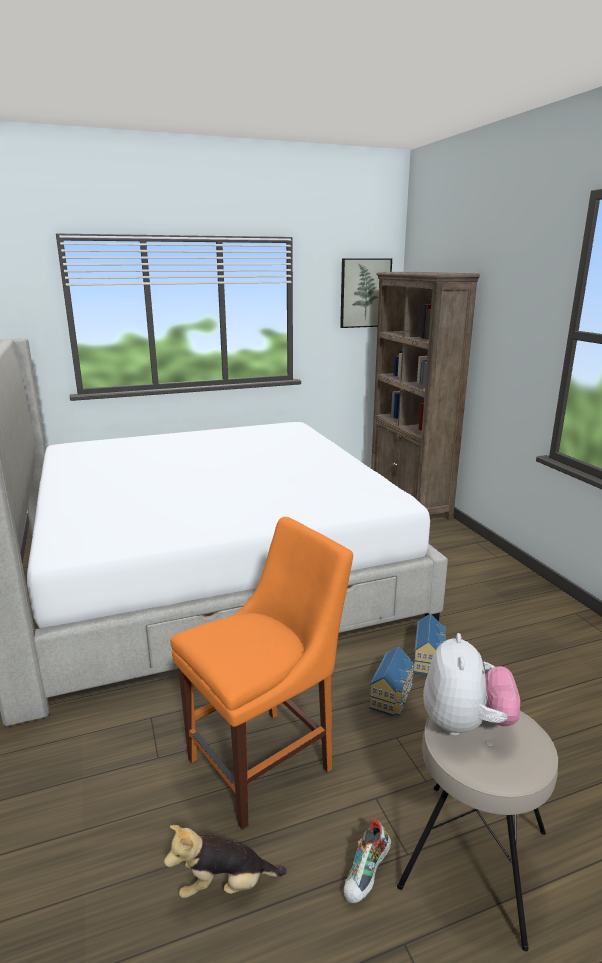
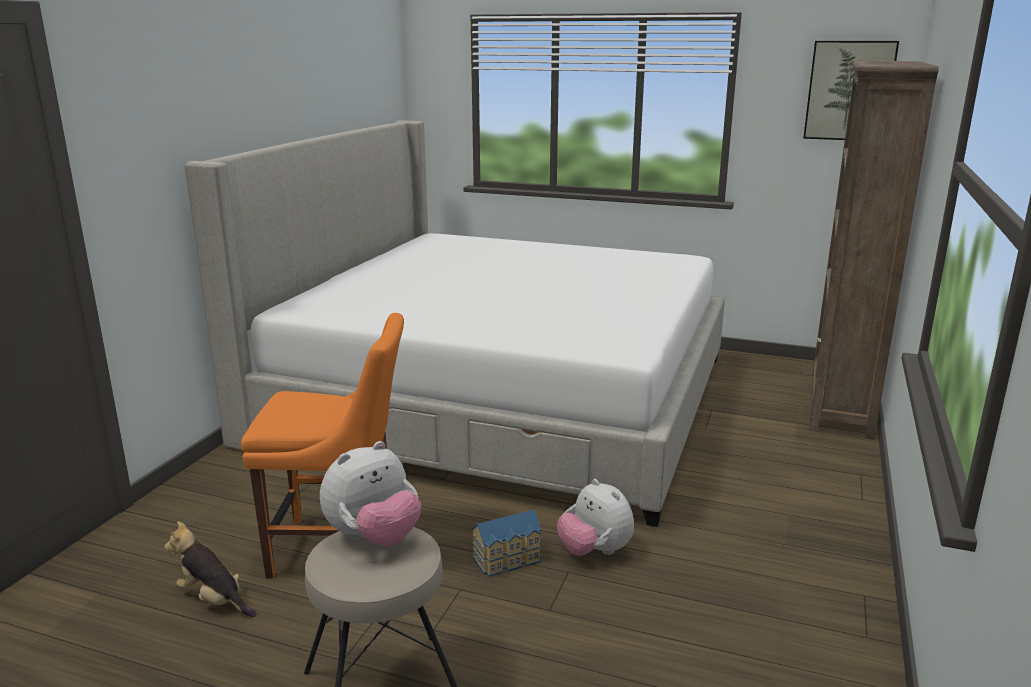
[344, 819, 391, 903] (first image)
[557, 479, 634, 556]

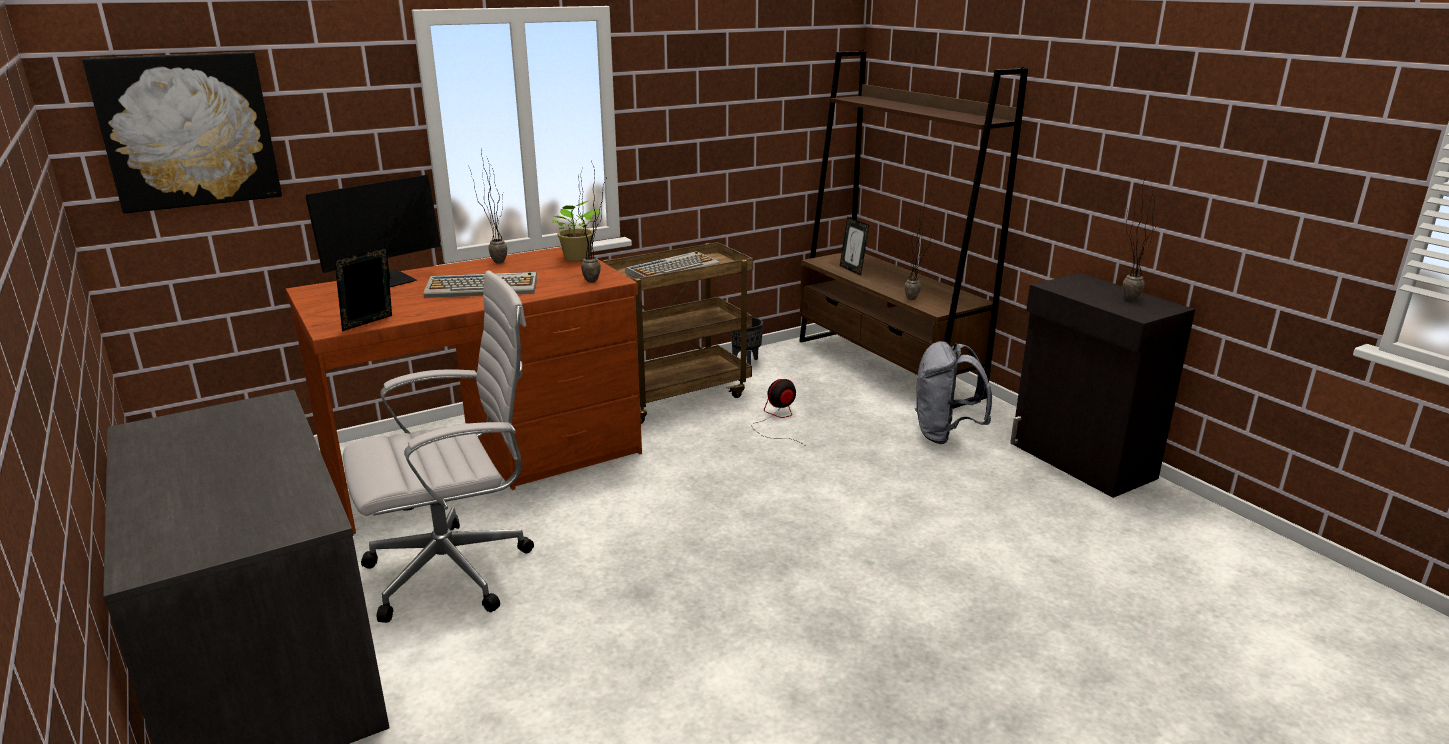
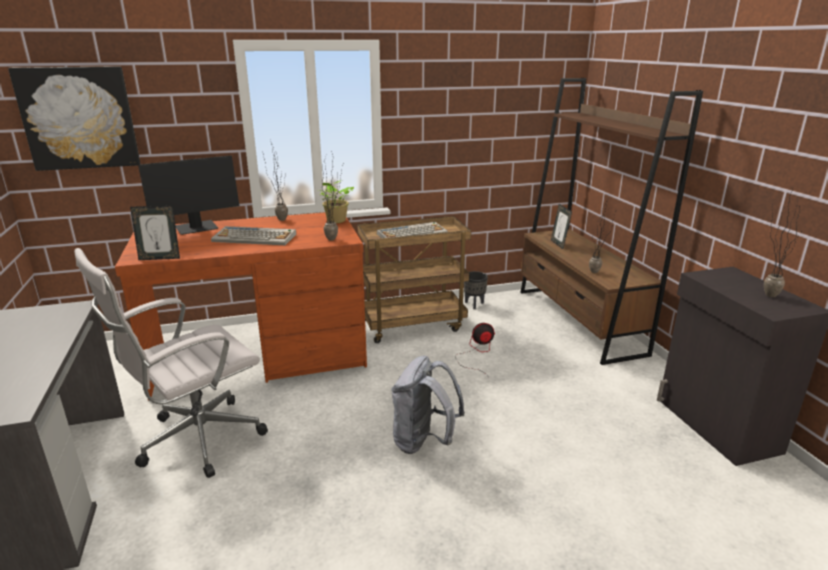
[130, 205, 180, 260]
[74, 248, 268, 478]
[391, 355, 465, 454]

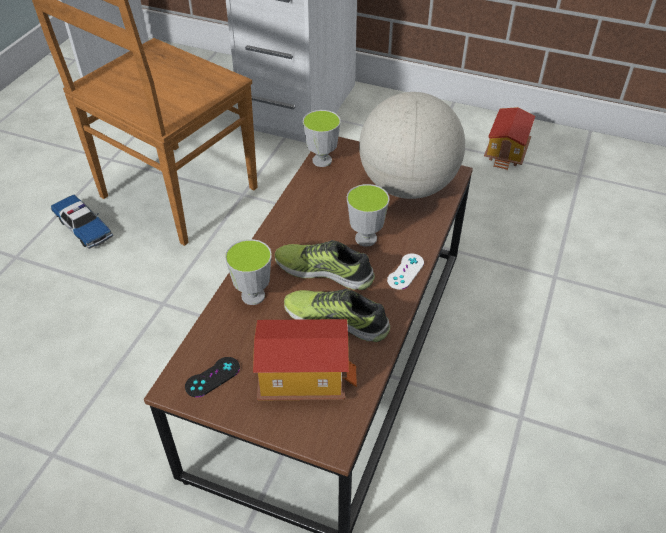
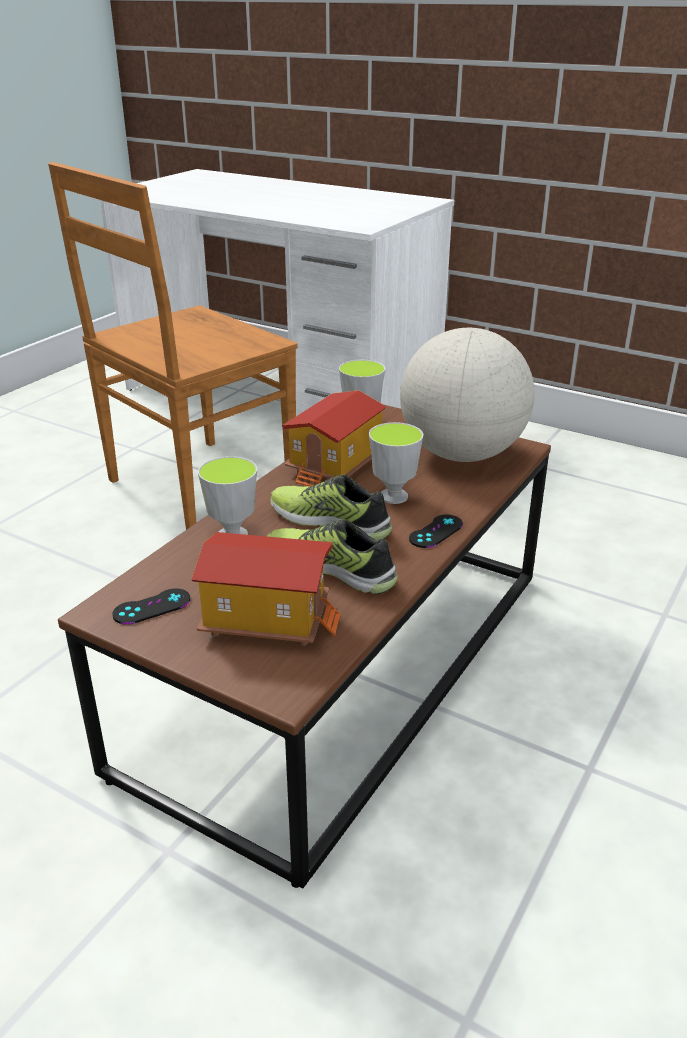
[51, 195, 113, 249] (first image)
[409, 515, 463, 548]
[282, 390, 386, 486]

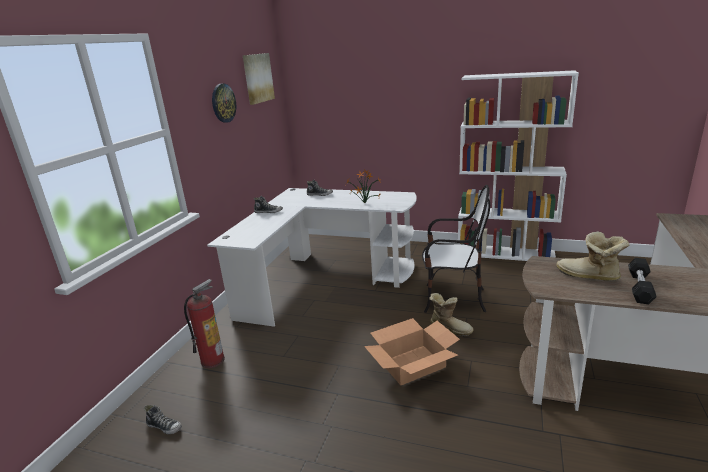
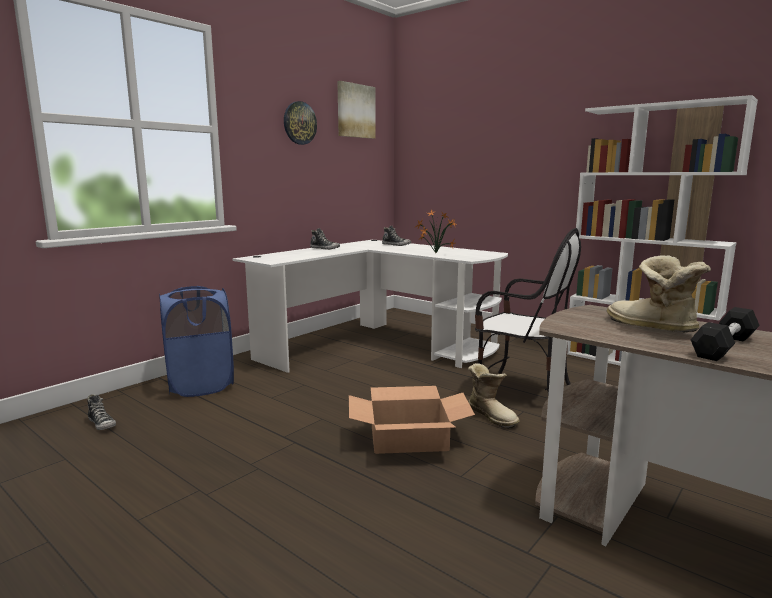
[159, 286, 234, 397]

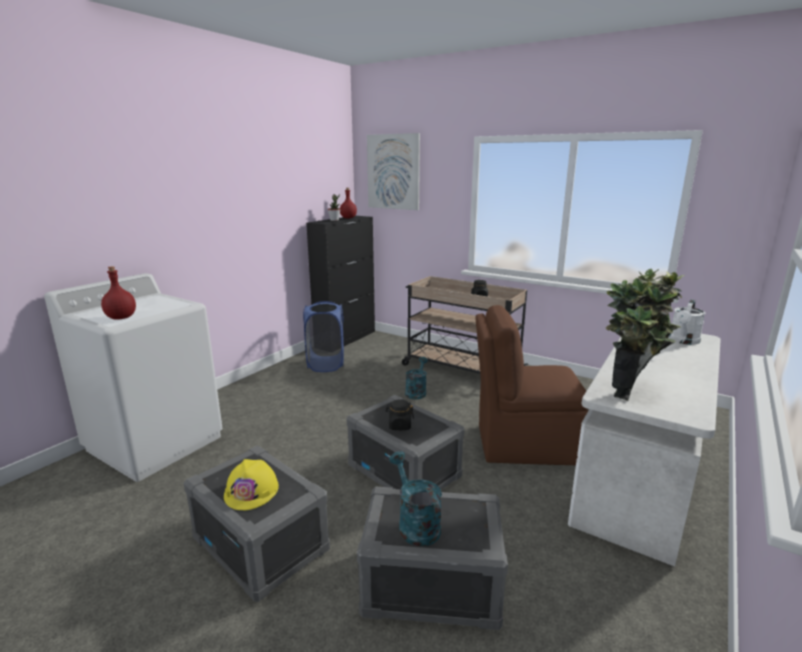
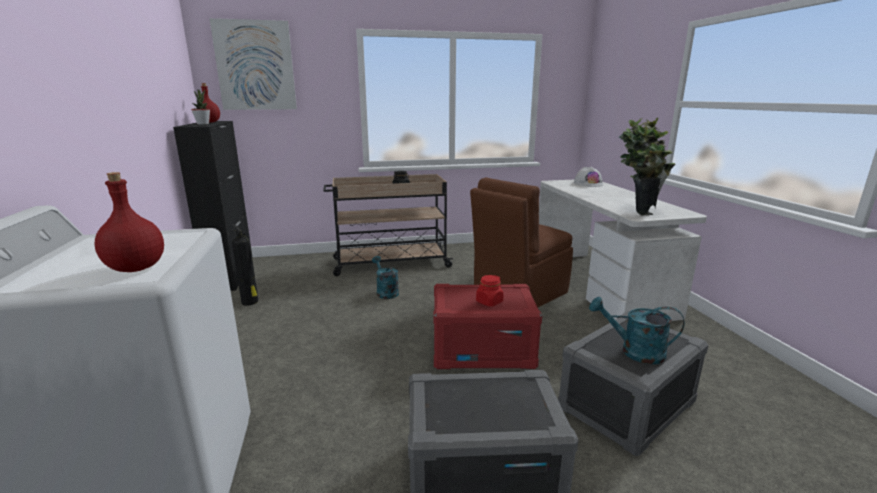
[224, 459, 279, 510] (first image)
[230, 224, 258, 306]
[433, 284, 542, 369]
[476, 275, 504, 306]
[573, 167, 604, 187]

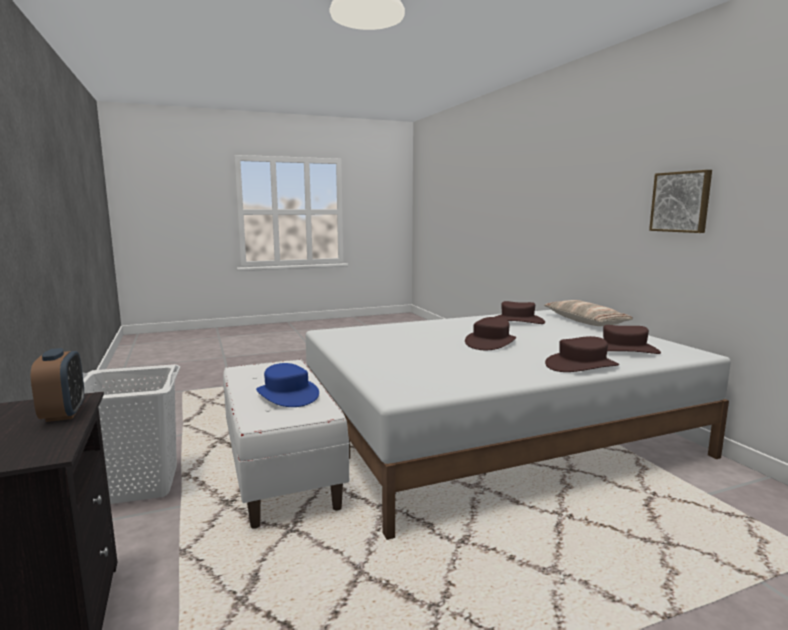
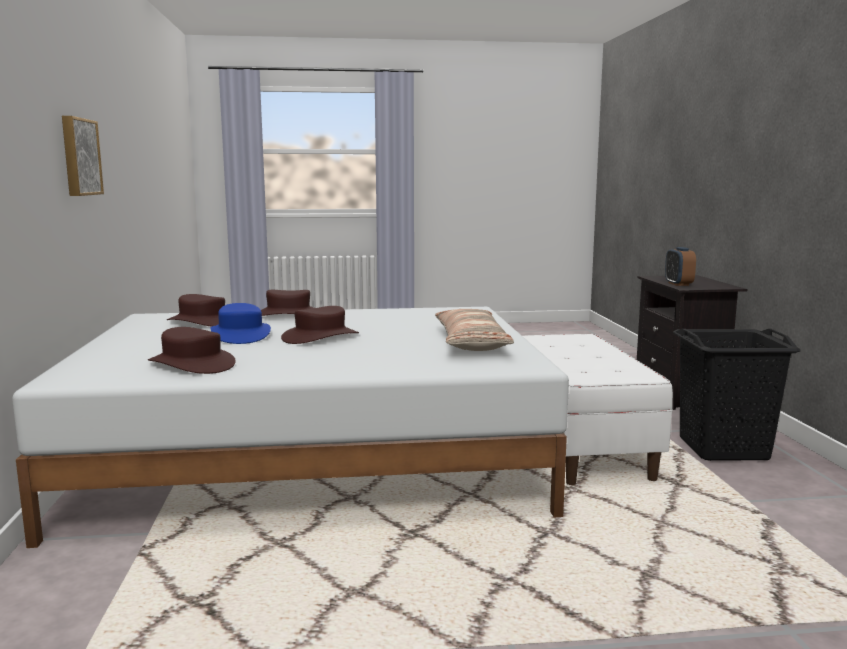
[673, 328, 801, 461]
[211, 303, 271, 344]
[435, 309, 514, 351]

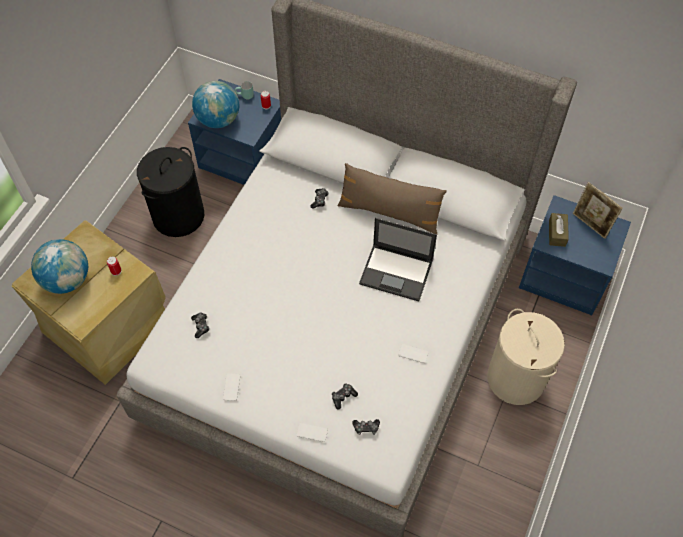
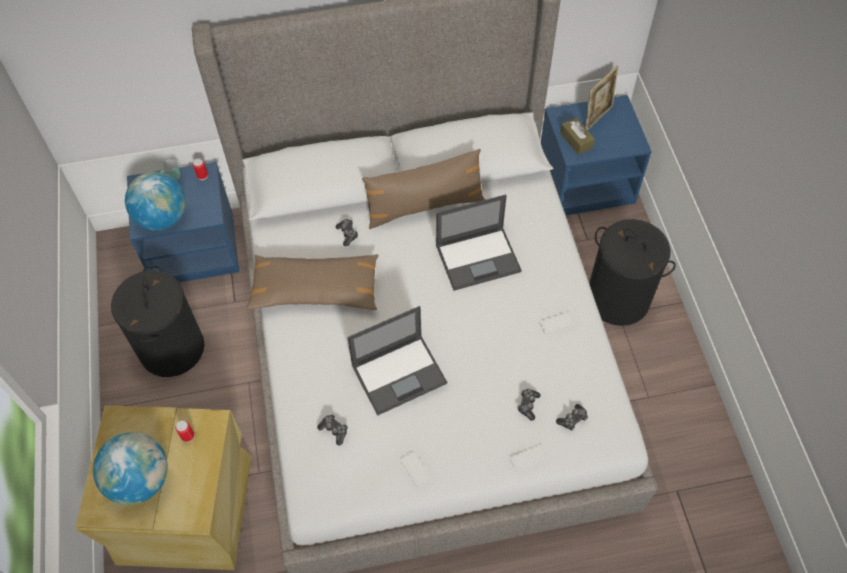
[589, 219, 676, 326]
[586, 66, 618, 130]
[246, 254, 379, 310]
[347, 306, 447, 415]

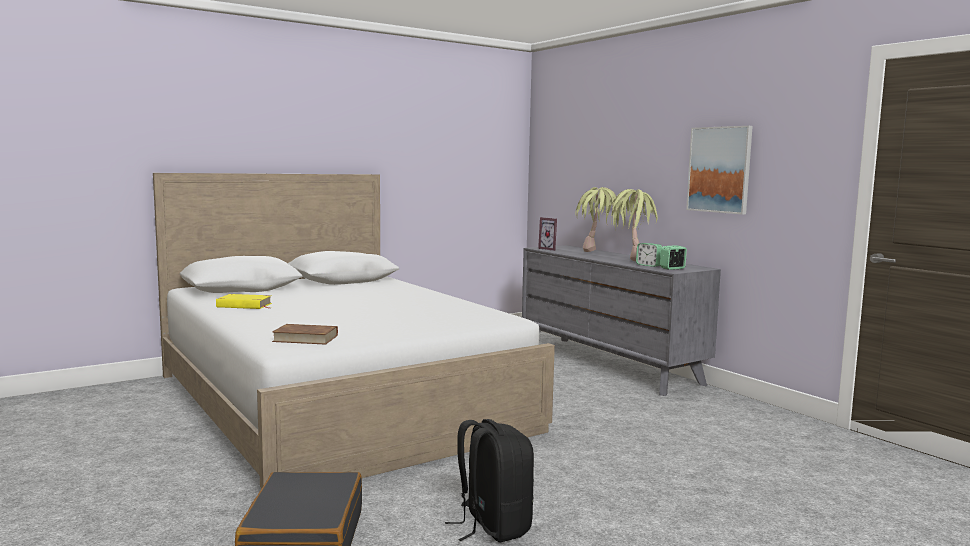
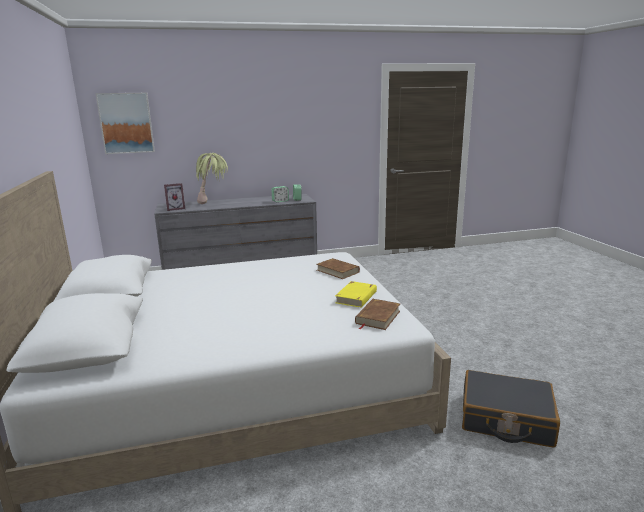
[335, 281, 377, 308]
[445, 419, 534, 542] (first image)
[610, 189, 658, 261] (first image)
[95, 93, 155, 154]
[317, 258, 360, 279]

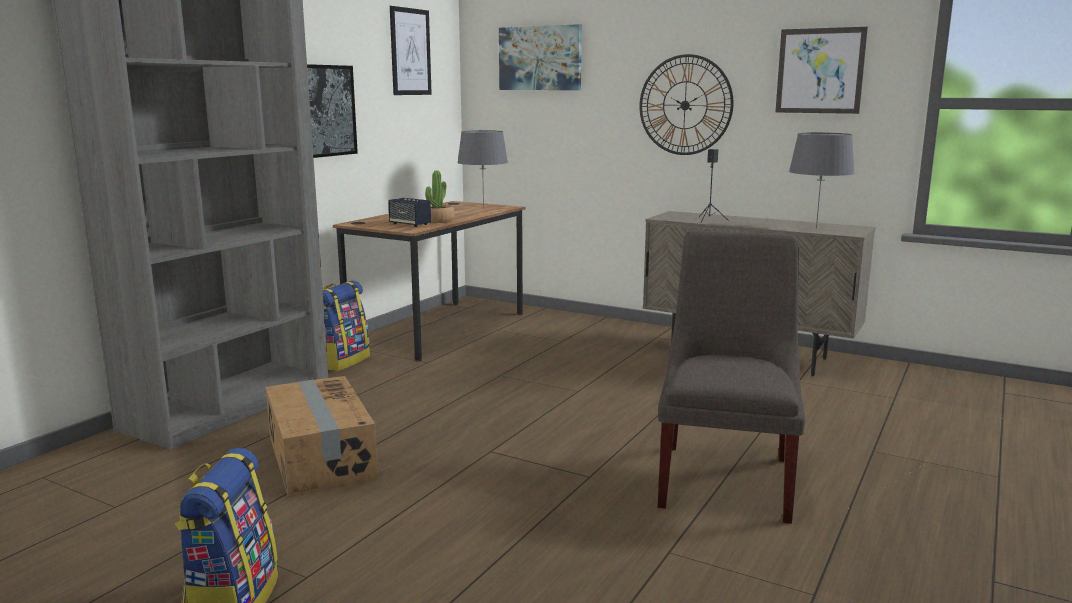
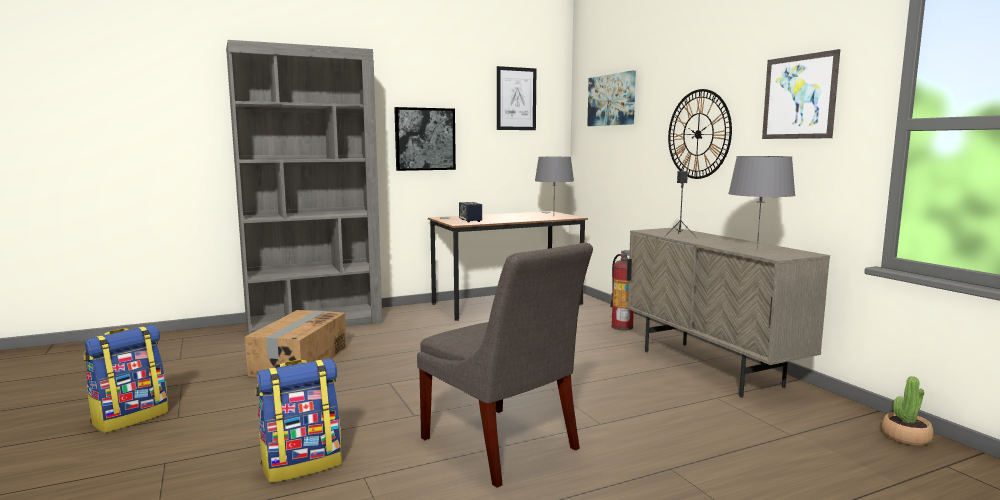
[256, 358, 342, 483]
[882, 376, 934, 446]
[417, 243, 593, 488]
[610, 250, 634, 330]

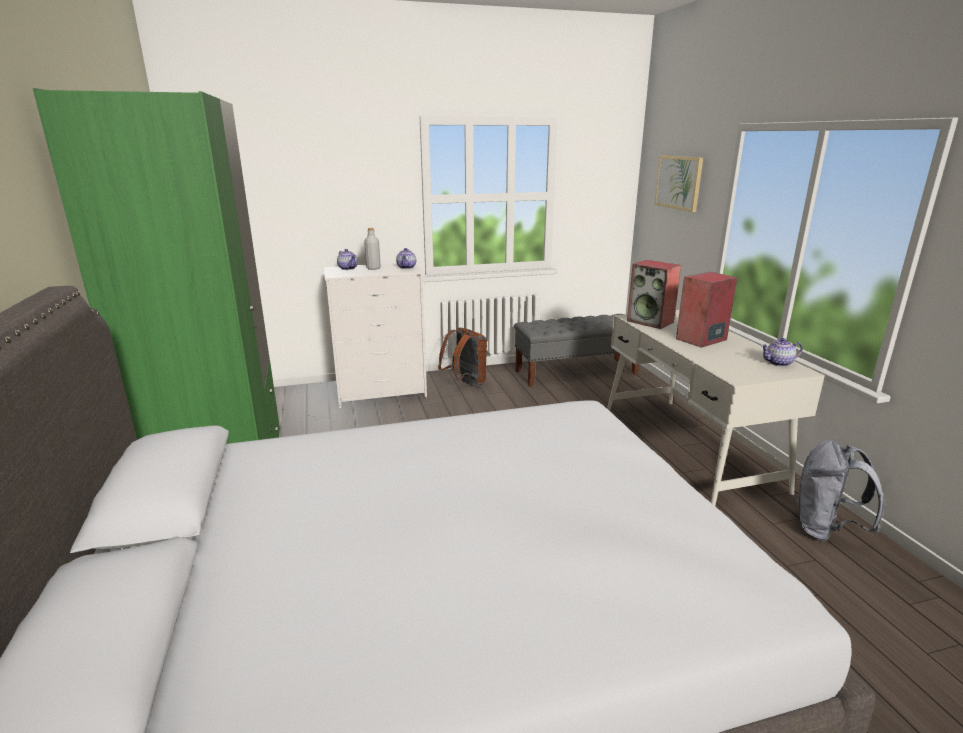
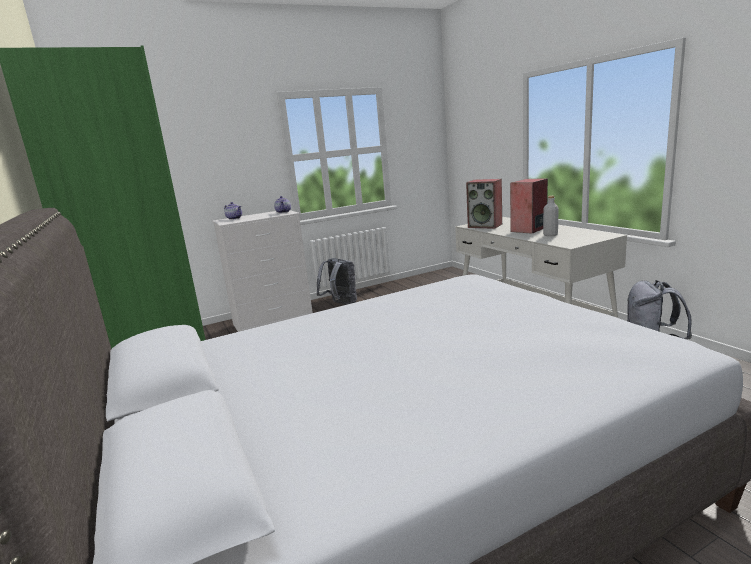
[543, 196, 559, 236]
[316, 258, 357, 305]
[514, 314, 639, 387] (first image)
[654, 156, 703, 212] (first image)
[761, 338, 803, 367] (first image)

